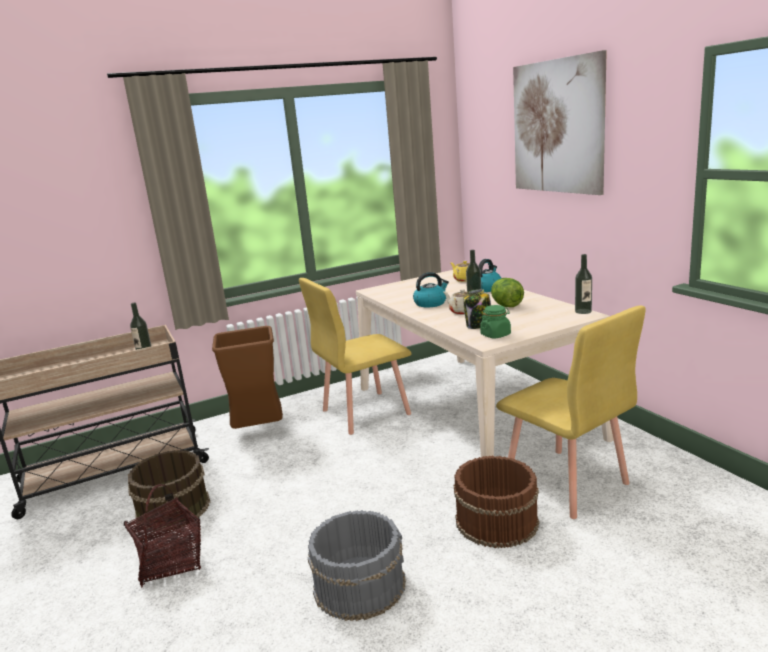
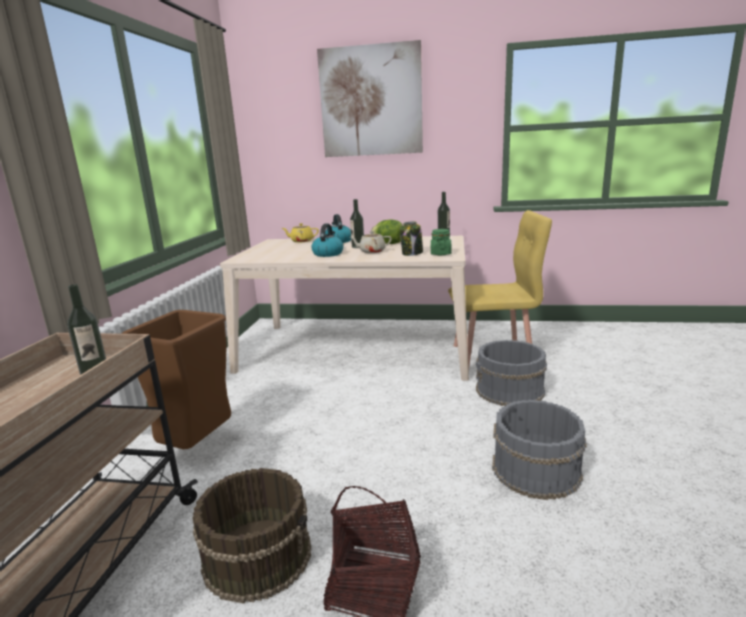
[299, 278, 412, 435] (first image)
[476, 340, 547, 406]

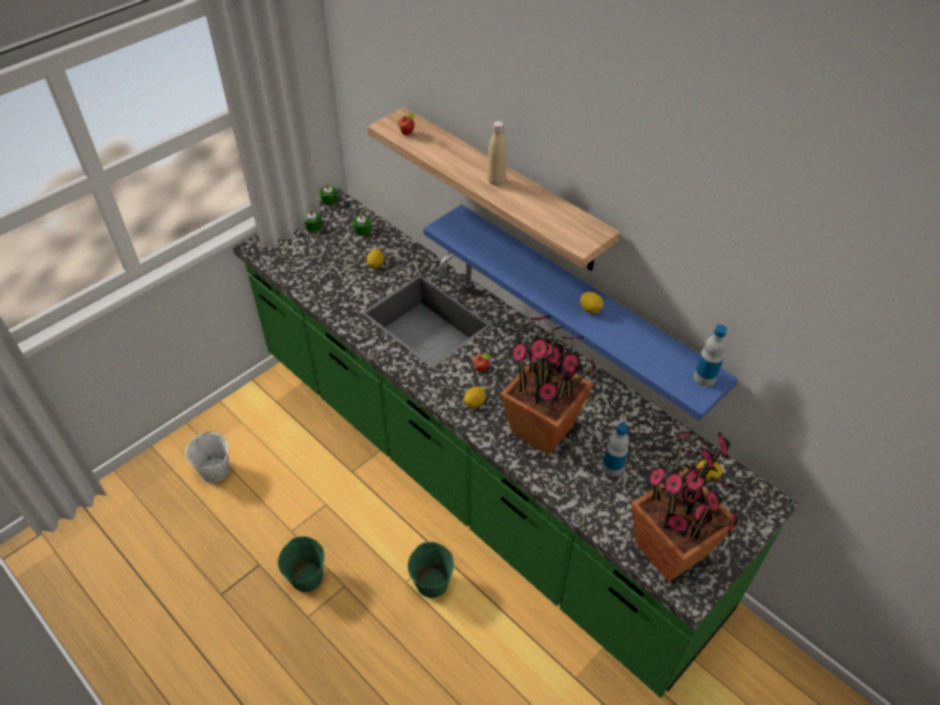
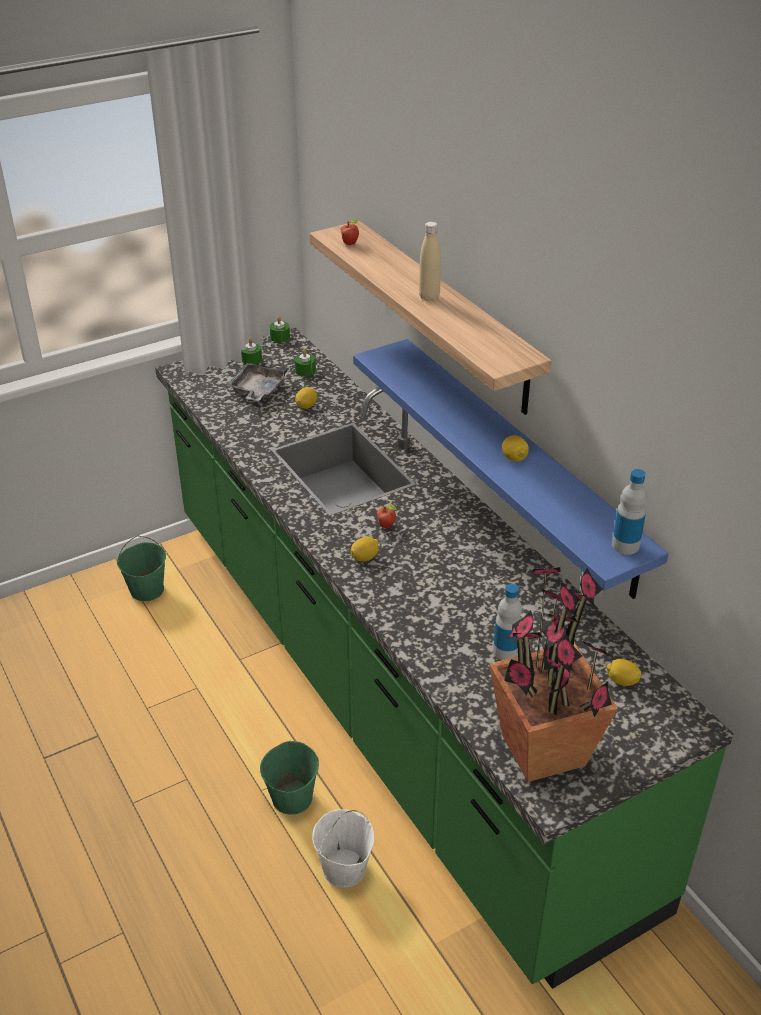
[312, 809, 374, 888]
[117, 536, 166, 601]
[500, 315, 596, 456] (first image)
[226, 363, 288, 401]

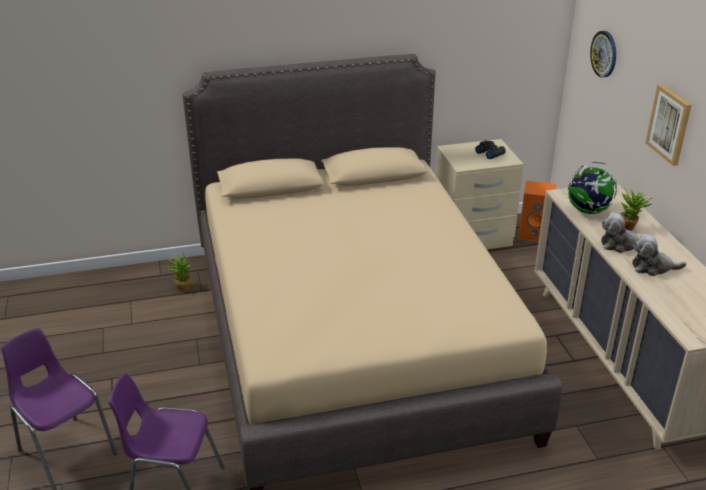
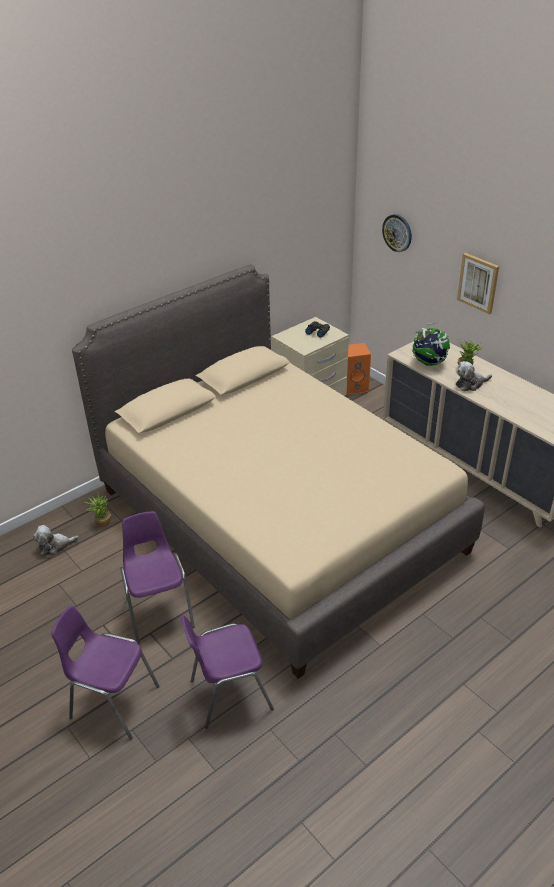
[33, 525, 79, 556]
[120, 511, 195, 644]

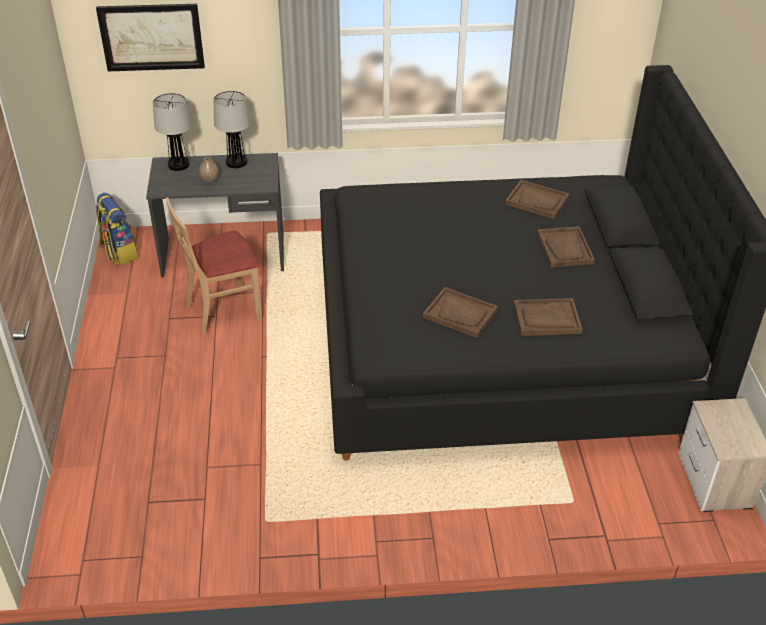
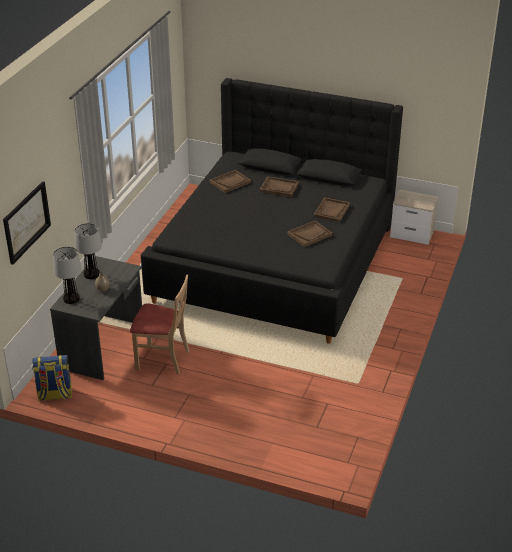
[130, 275, 189, 375]

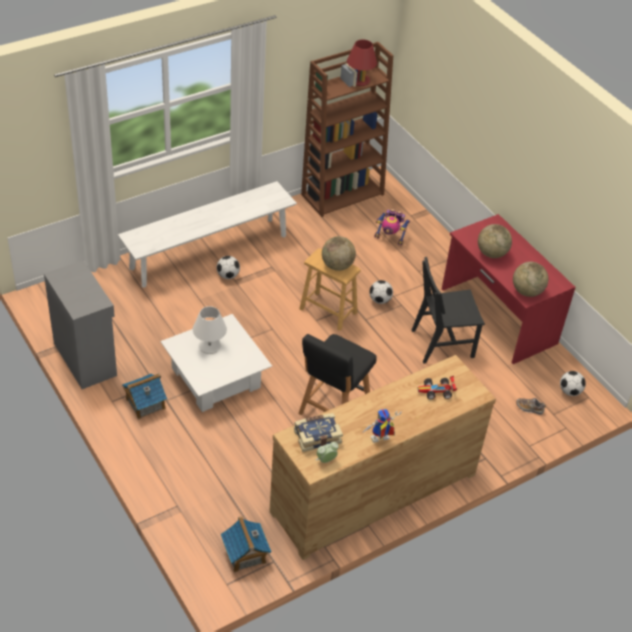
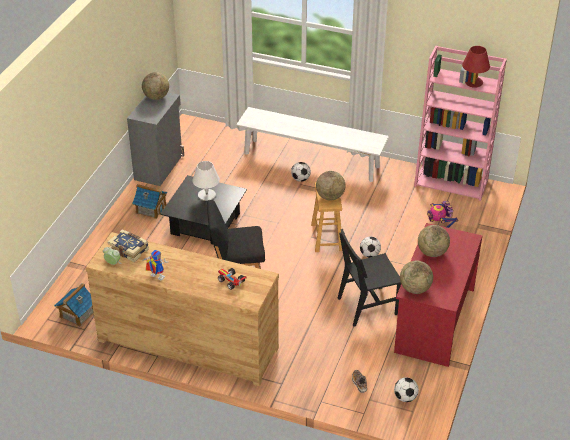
[160, 175, 247, 244]
[414, 46, 507, 201]
[338, 229, 401, 327]
[142, 72, 169, 100]

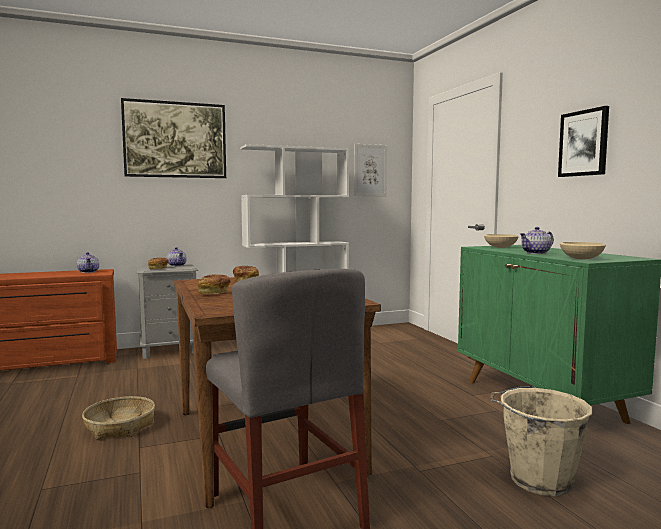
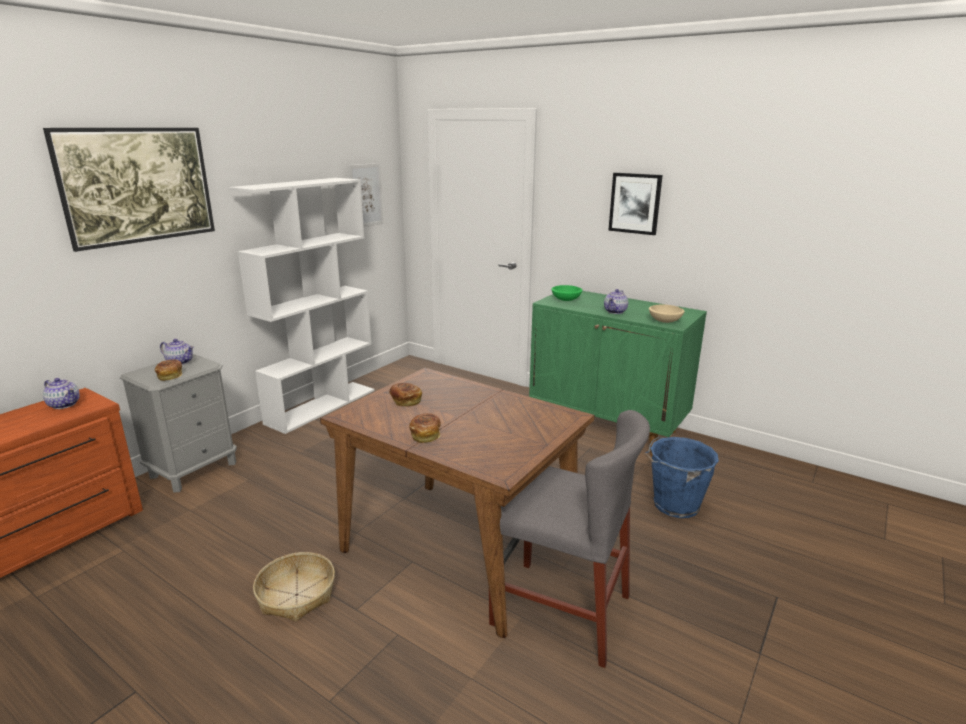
[551, 285, 582, 301]
[645, 437, 719, 518]

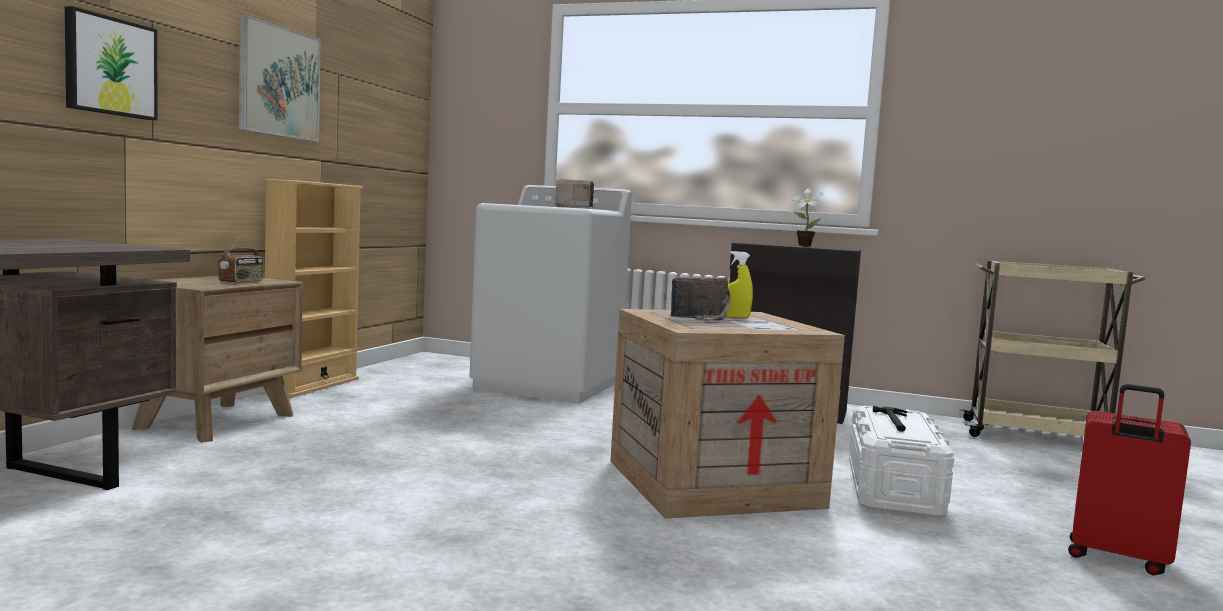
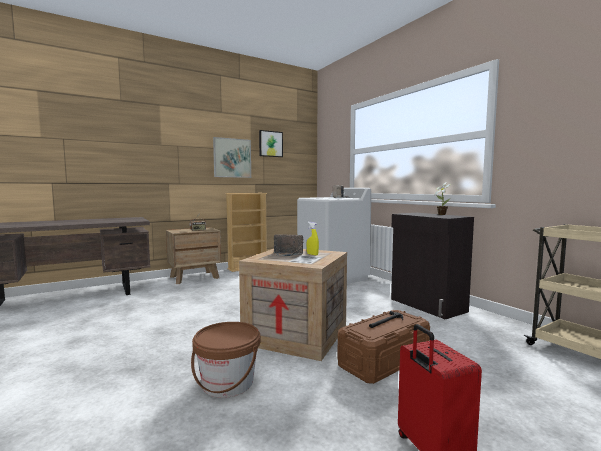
[259, 130, 283, 157]
[337, 310, 430, 384]
[191, 322, 260, 398]

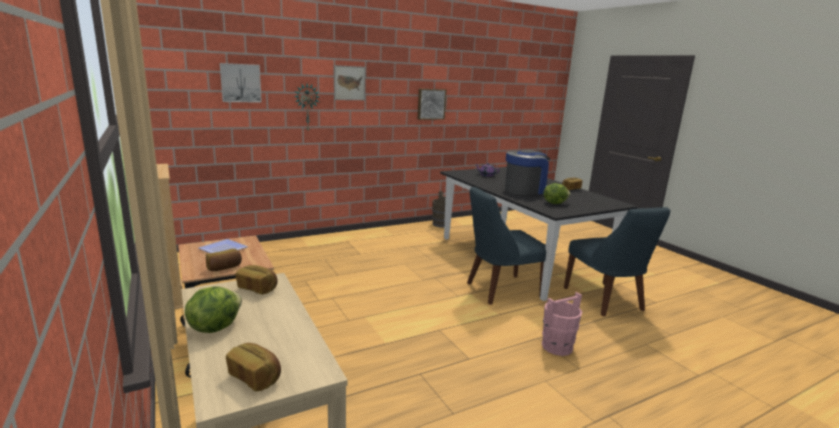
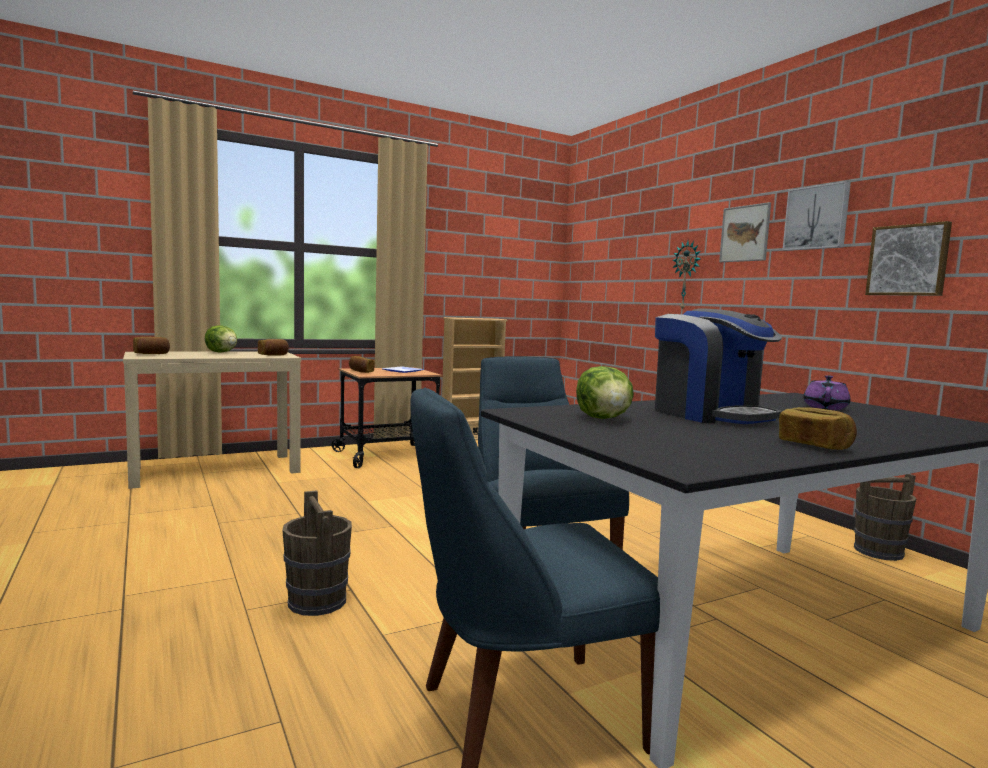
[782, 181, 851, 251]
[282, 490, 352, 616]

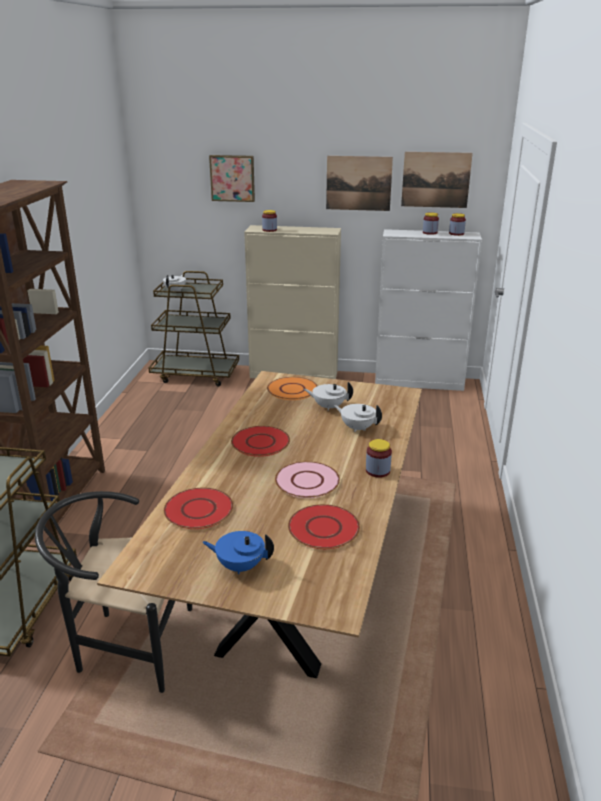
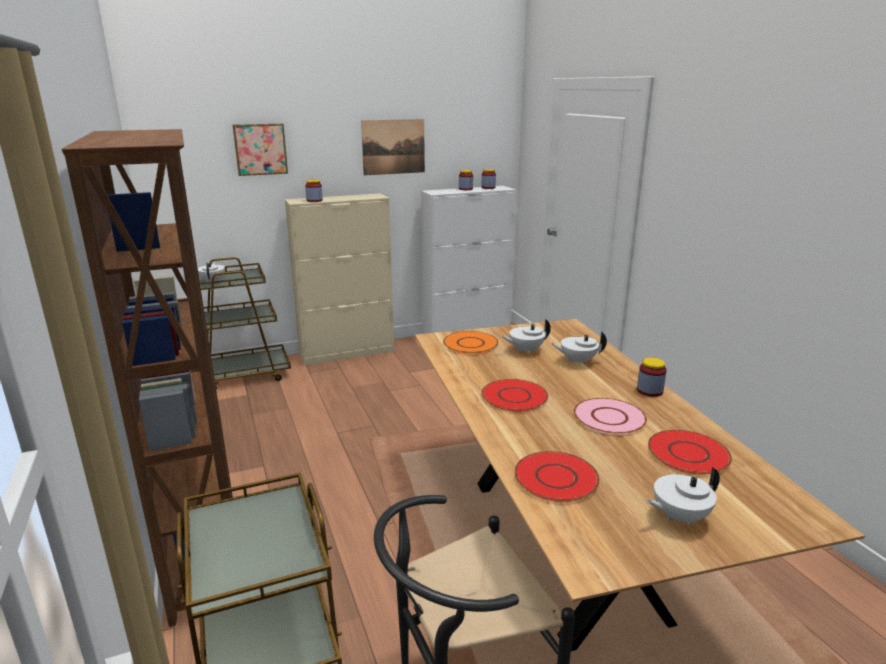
[646, 467, 720, 525]
[401, 152, 473, 208] (first image)

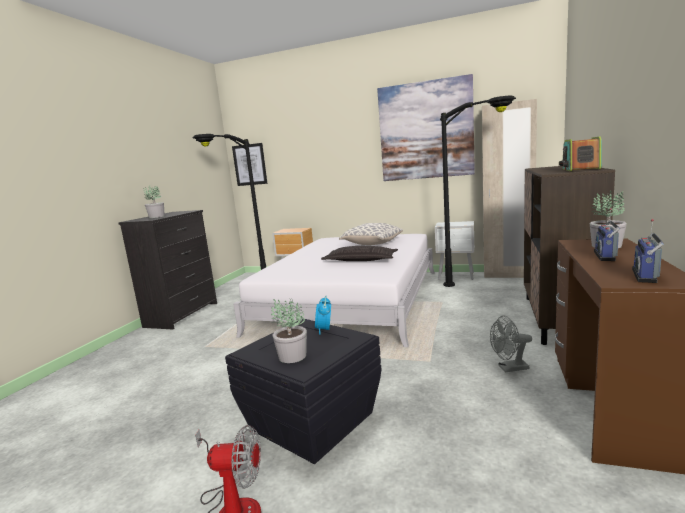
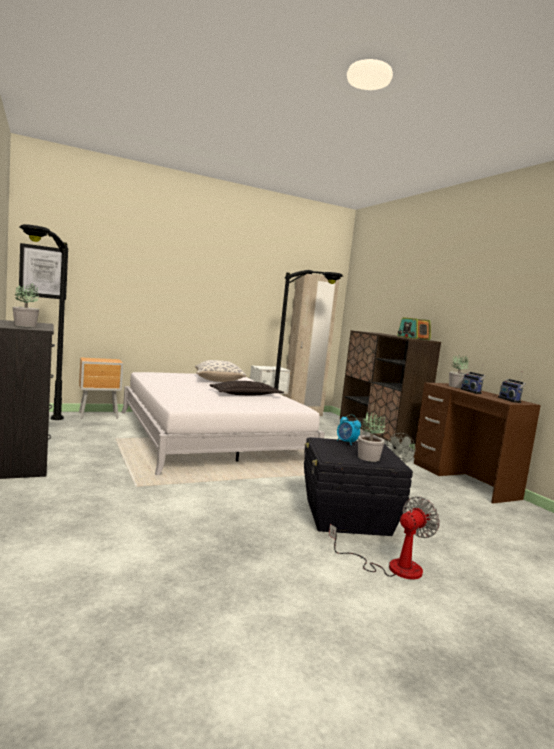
[377, 74, 475, 181] (first image)

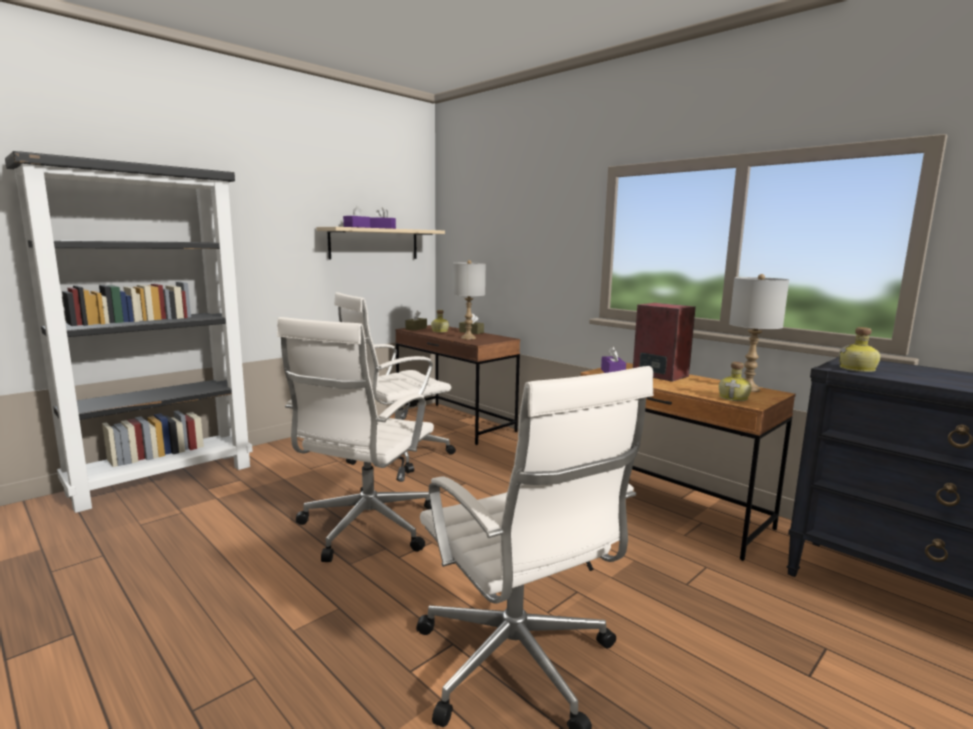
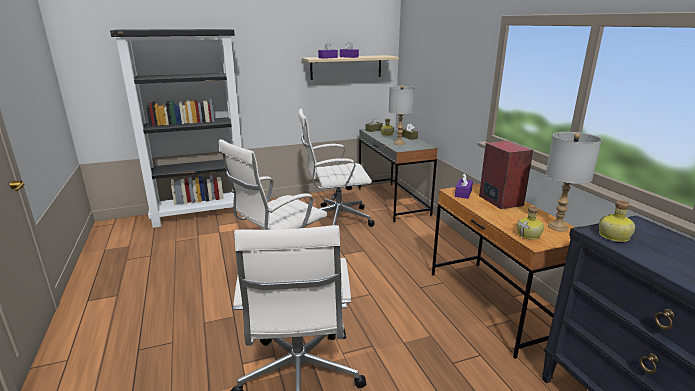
[359, 127, 438, 222]

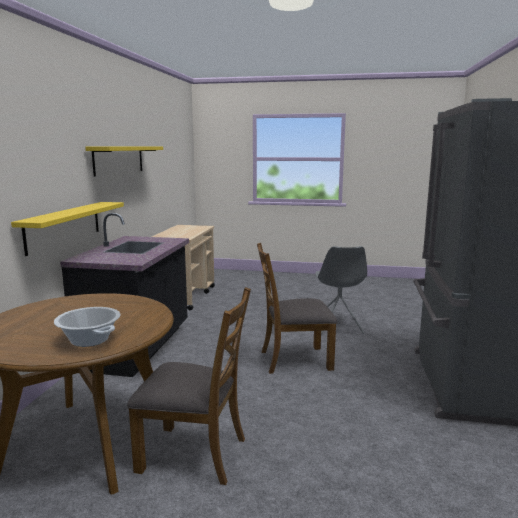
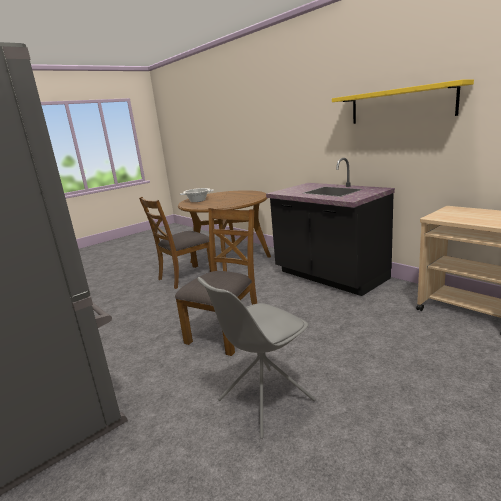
[11, 202, 124, 256] (first image)
[197, 277, 316, 439]

